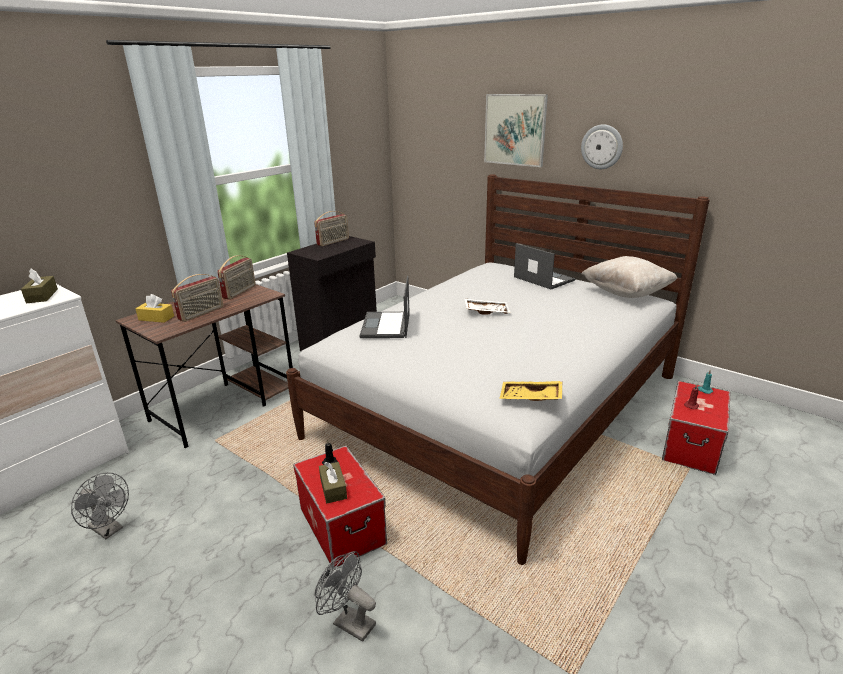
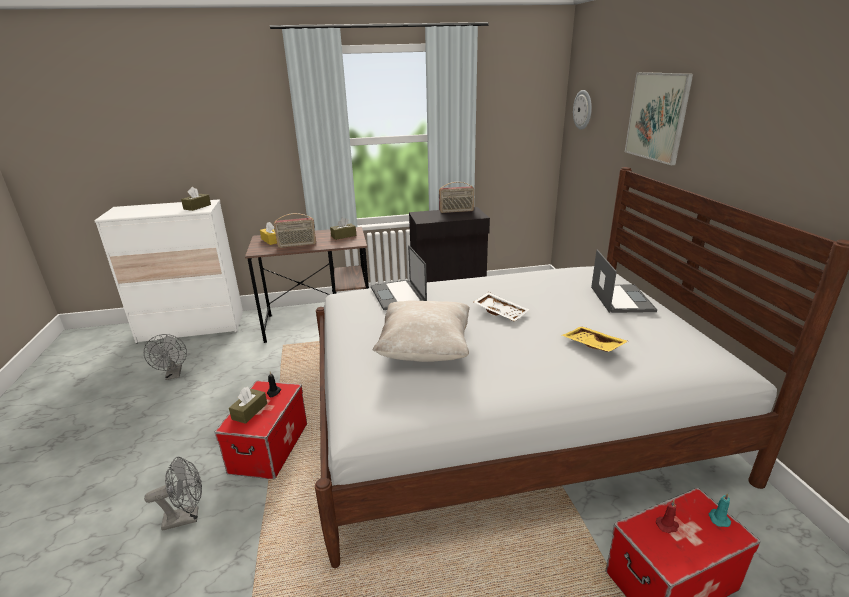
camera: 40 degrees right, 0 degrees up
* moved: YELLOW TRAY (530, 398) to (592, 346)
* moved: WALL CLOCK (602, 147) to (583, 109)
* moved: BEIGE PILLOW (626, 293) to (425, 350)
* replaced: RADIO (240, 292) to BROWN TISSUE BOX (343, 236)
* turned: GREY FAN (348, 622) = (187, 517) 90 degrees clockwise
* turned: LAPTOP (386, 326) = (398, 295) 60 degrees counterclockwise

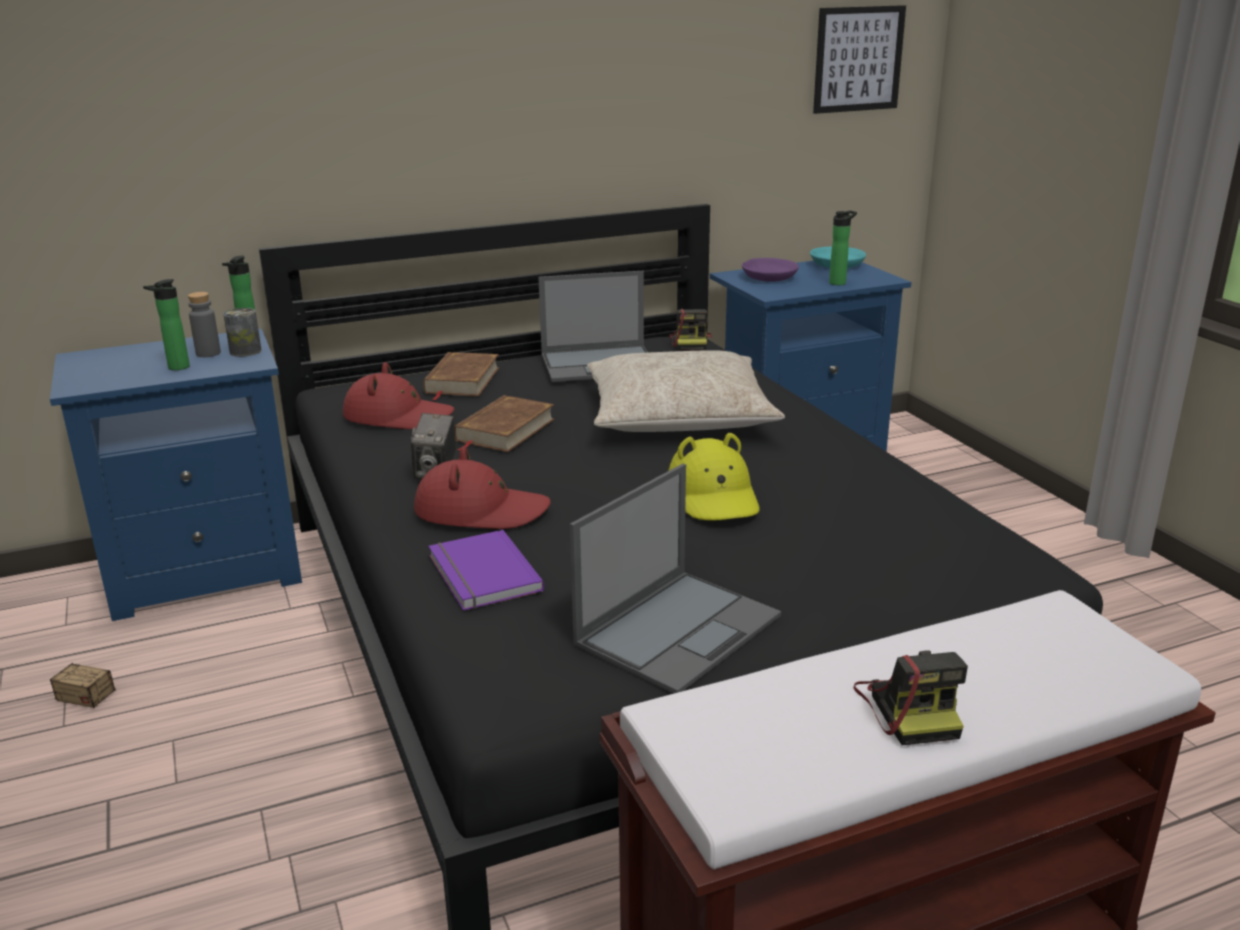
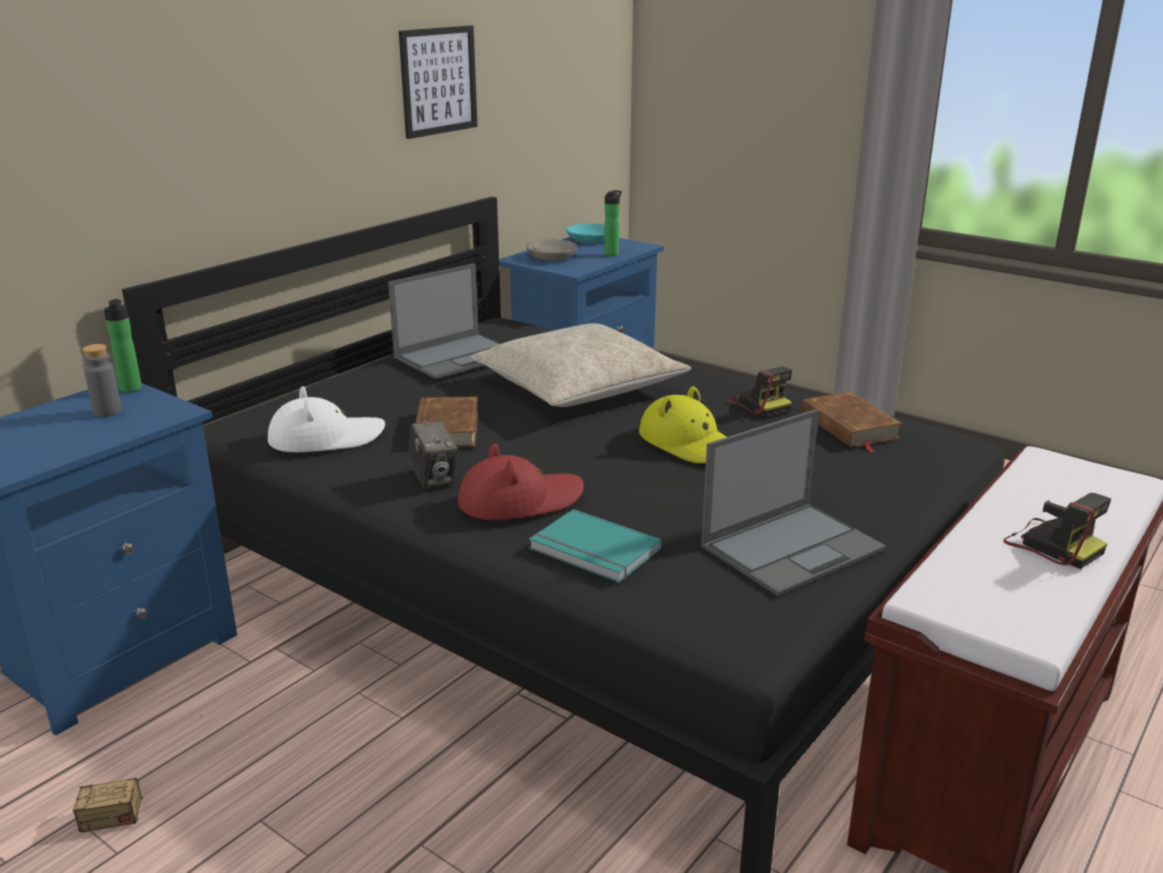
camera: 30 degrees left, 0 degrees up
* removed: BOTTLE (175, 368)
* removed: CAN (245, 351)
* moved: BROWN BOOK (462, 380) to (849, 426)
* moved: PHOTO CAMERA (691, 342) to (760, 404)
* moved: PICTURE (858, 59) to (438, 81)
* recoloured: RED HAT (398, 416) to WHITE HAT (325, 438)
* recoloured: PURPLE BOOK (481, 575) to TURQUOISE BOOK (593, 551)
* recoloured: PURPLE BOWL (768, 278) to GREY BOWL (551, 257)
* turned: LAPTOP (679, 629) = (793, 547) 45 degrees clockwise

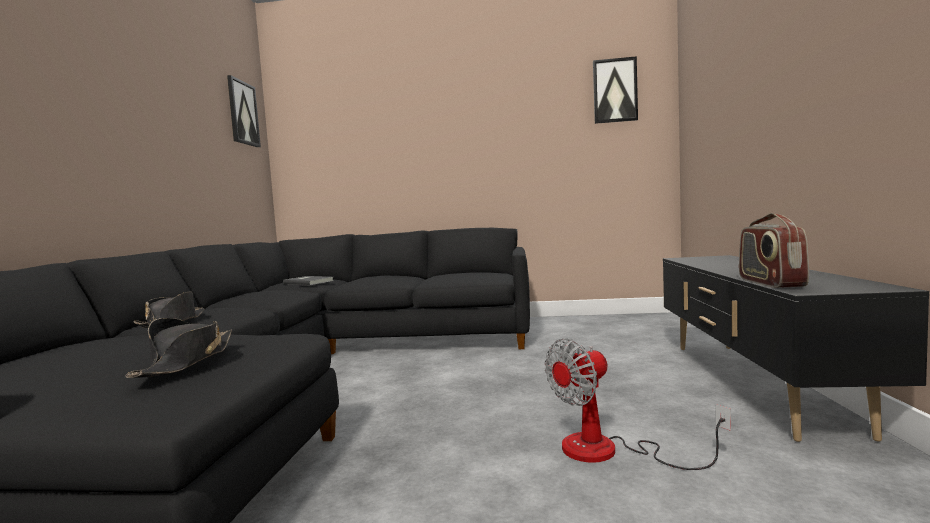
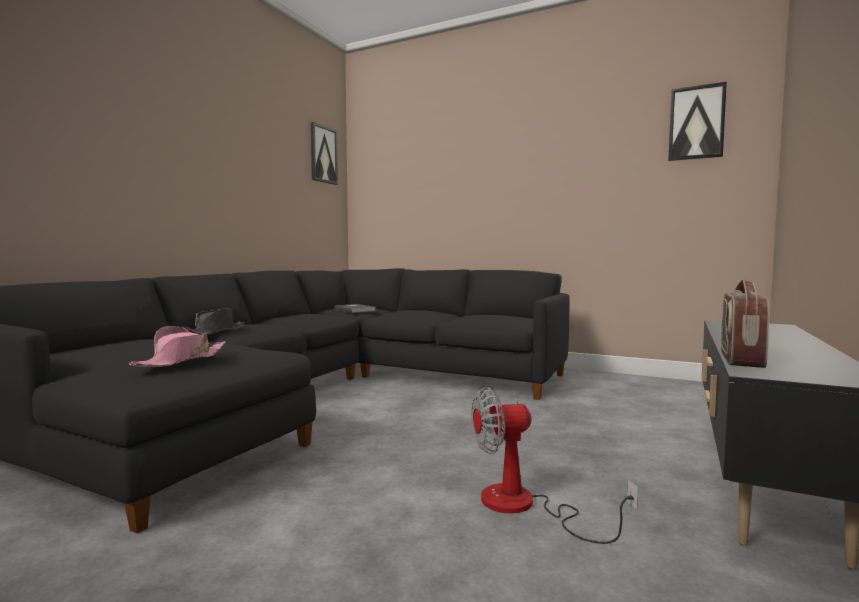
camera: 20 degrees right, 0 degrees up
* recoloured: BLACK HAT (187, 361) to PINK HAT (181, 360)

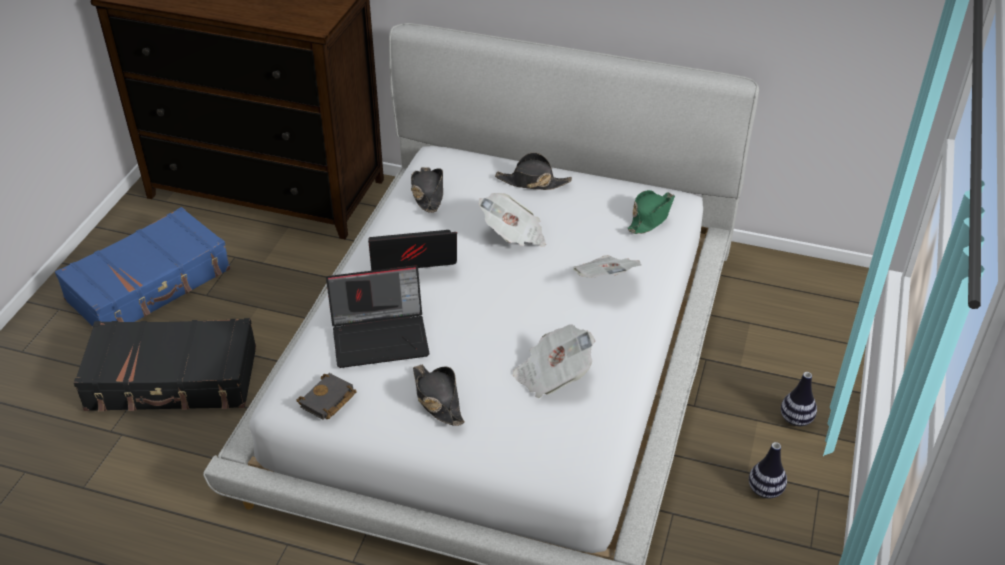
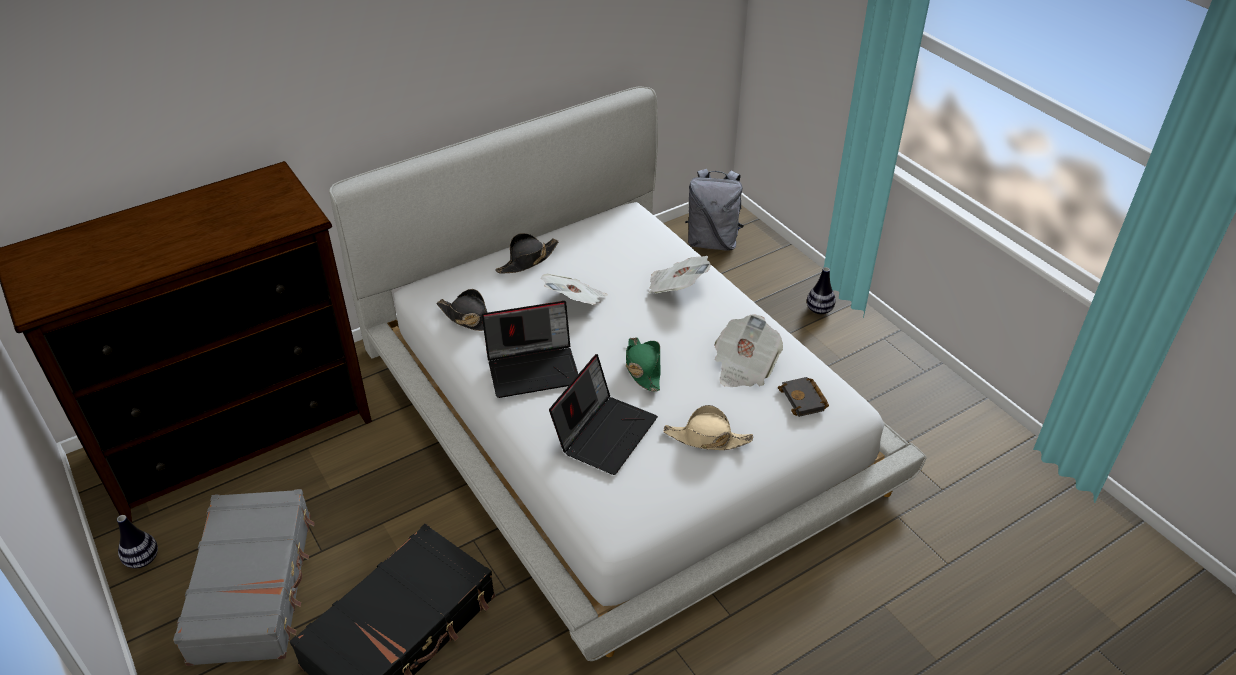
camera: 50 degrees left, 0 degrees up
* added: GREY BACKPACK (712, 242)
* moved: BLACK BOOK (327, 401) to (804, 400)
* moved: GREEN HAT (651, 217) to (643, 368)
* moved: VASE (765, 490) to (143, 559)
* recoloured: BLUE SUITCASE (150, 285) to GREY SUITCASE (254, 586)
* recoloured: BLACK HAT (437, 399) to BEIGE HAT (707, 438)
* turned: LAPTOP (411, 258) = (534, 368) 135 degrees counterclockwise

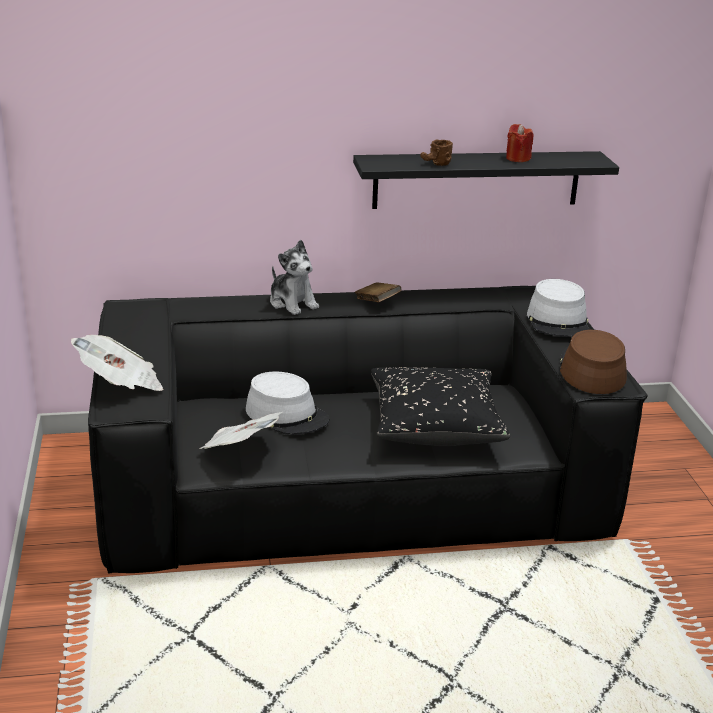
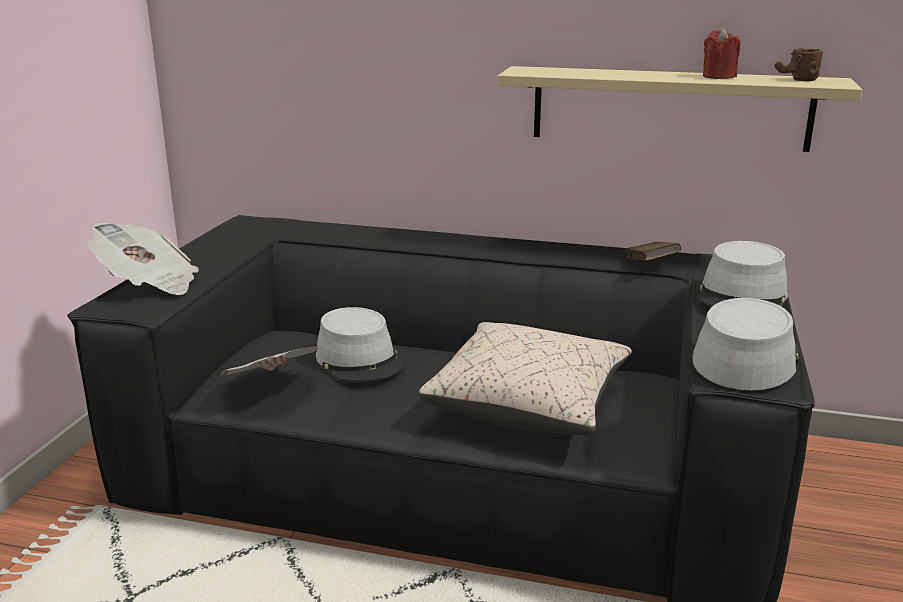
camera: 25 degrees right, 5 degrees down
* removed: PLUSH TOY (292, 303)
* moved: BROWN BOOK (377, 302) to (650, 264)
* moved: BROWN MUG (436, 164) to (796, 80)
* recoloured: BLACK SHELF (476, 179) to BEIGE SHELF (669, 108)
* recoloured: BLACK PILLOW (435, 424) to BEIGE PILLOW (528, 403)
* recoloured: BROWN HAT (591, 370) to GREY HAT (745, 357)

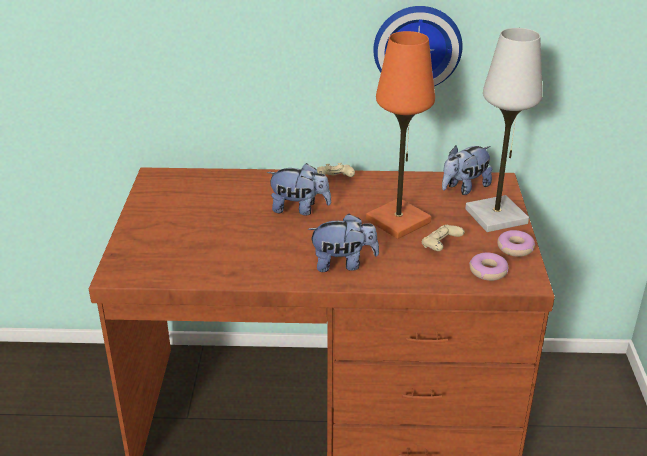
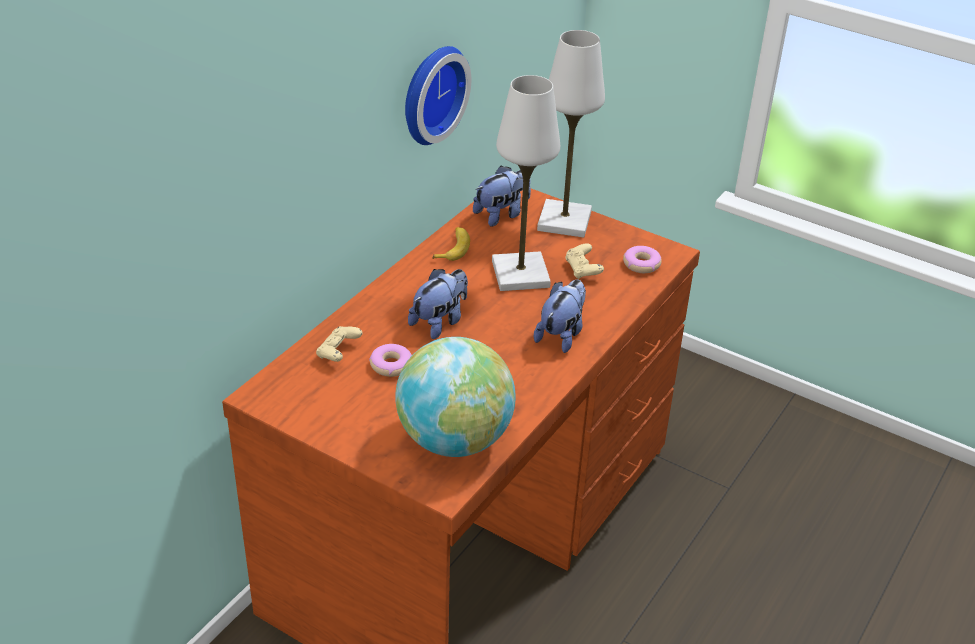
camera: 60 degrees left, 5 degrees up
* added: GLOBE (454, 440)
* added: BANANA (453, 248)
* moved: BEIGE GAME CONTROLLER (334, 180) to (338, 353)
* moved: DONUT (515, 248) to (391, 365)
* recoloured: ORANGE TABLE LAMP (398, 221) to WHITE TABLE LAMP (520, 274)
* turned: PLUSH TOY (464, 188) = (501, 214) 120 degrees counterclockwise

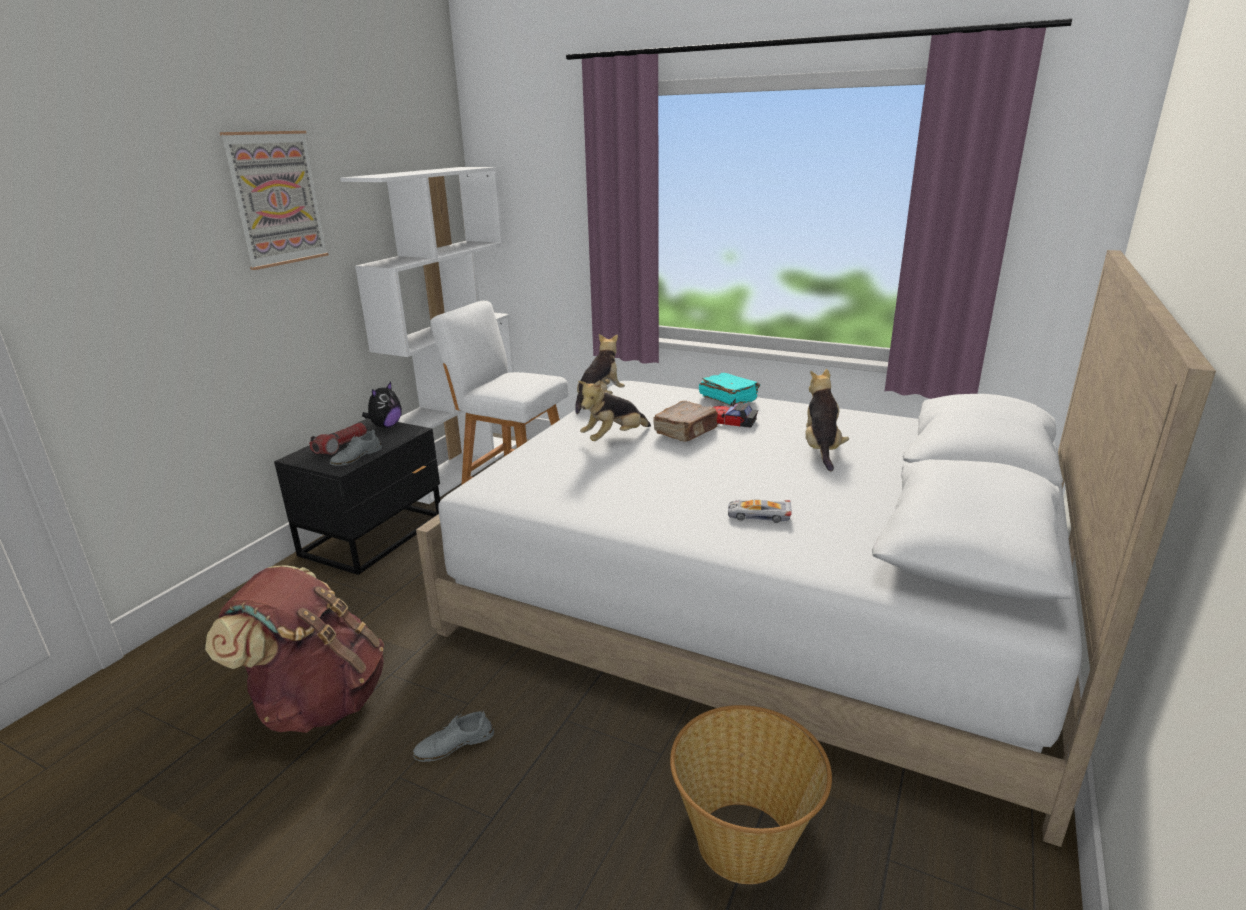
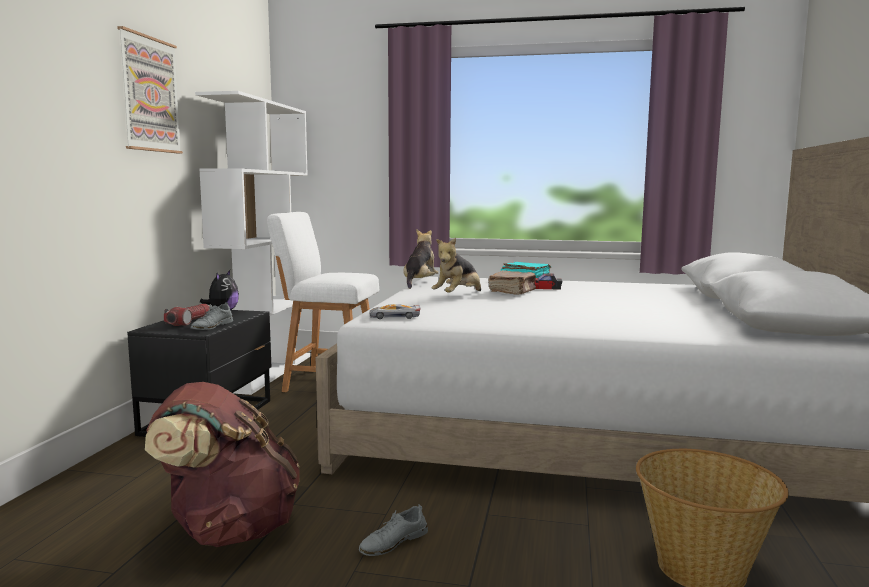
camera: 15 degrees left, 15 degrees down
* removed: PLUSH TOY (821, 449)
* moved: TOY CAR (758, 515) to (394, 316)

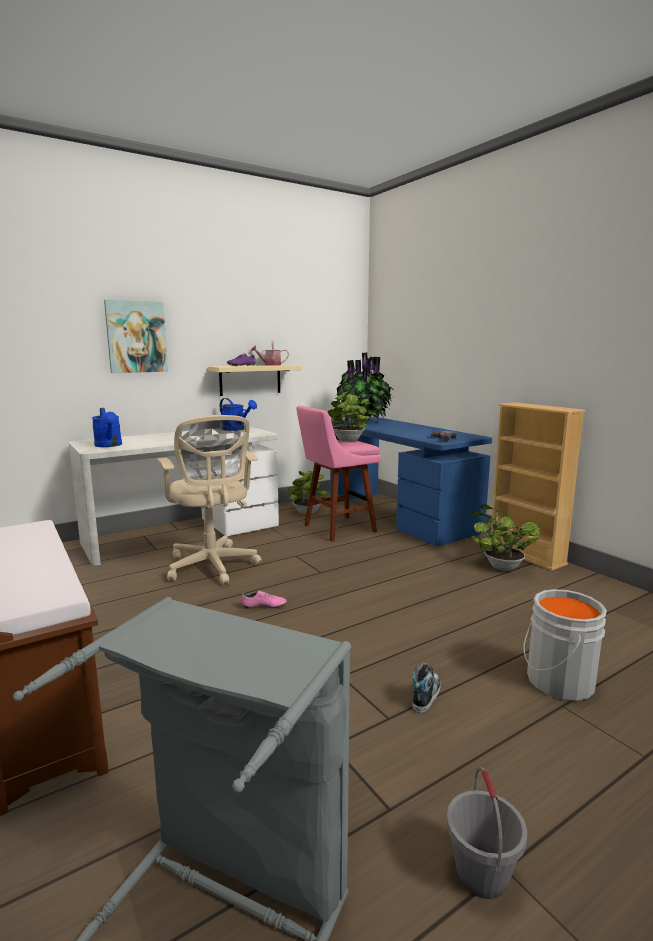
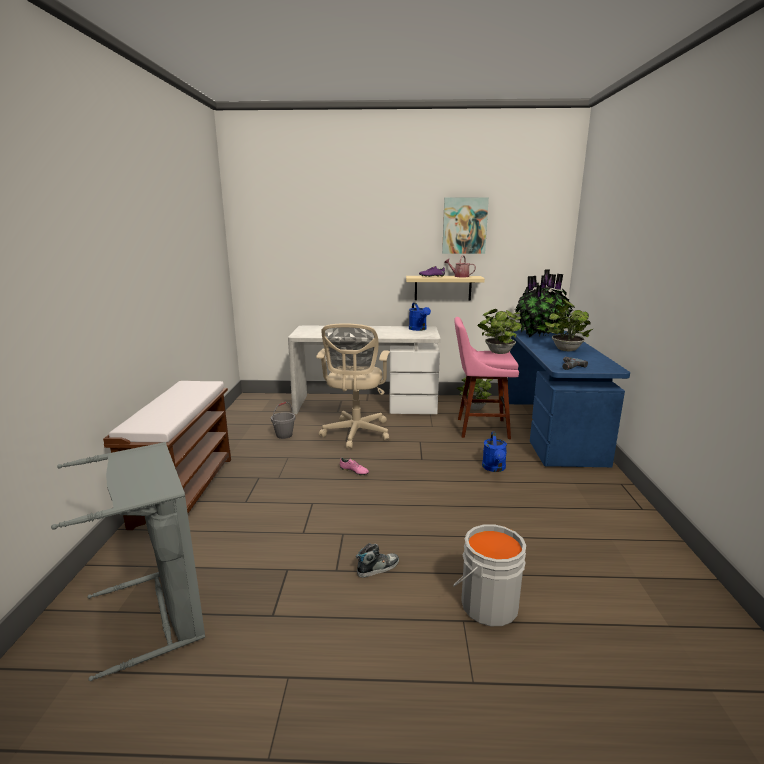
camera: 35 degrees right, 5 degrees up
* removed: BEIGE BOOKCASE (526, 555)
* moved: BLUE WATERING CAN (109, 445) to (494, 468)
* moved: PICTURE (136, 337) to (464, 226)
* moved: GREY BUCKET (482, 874) to (284, 435)
* moved: POTTED PLANT (500, 566) to (565, 349)

